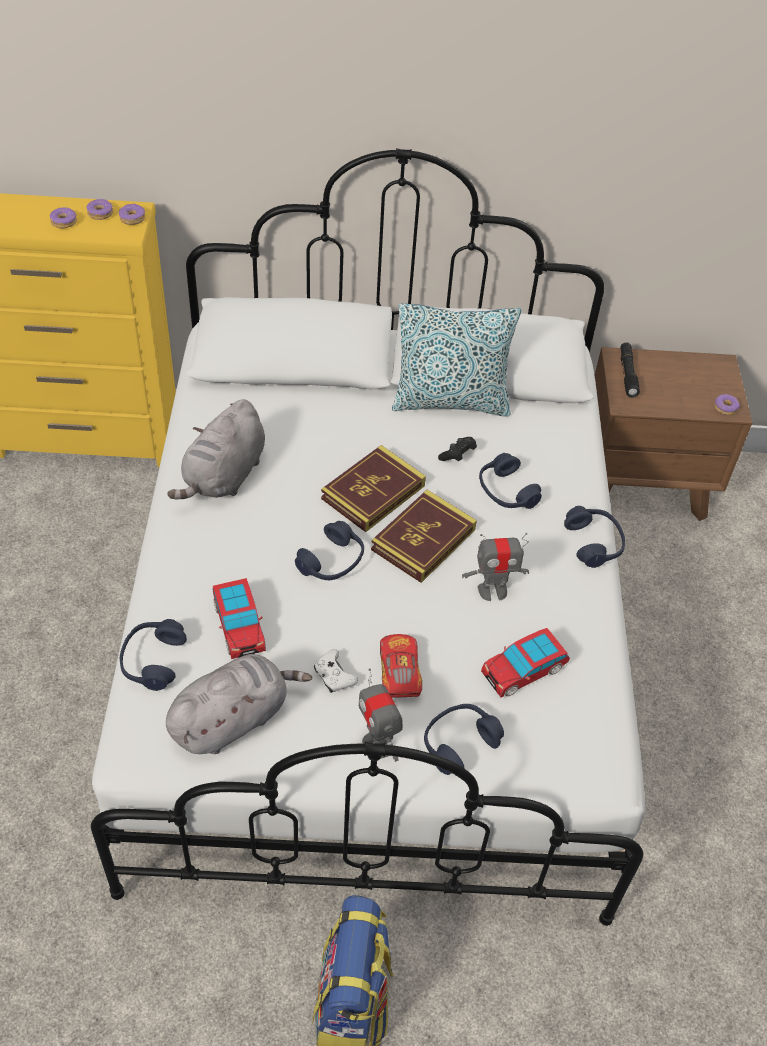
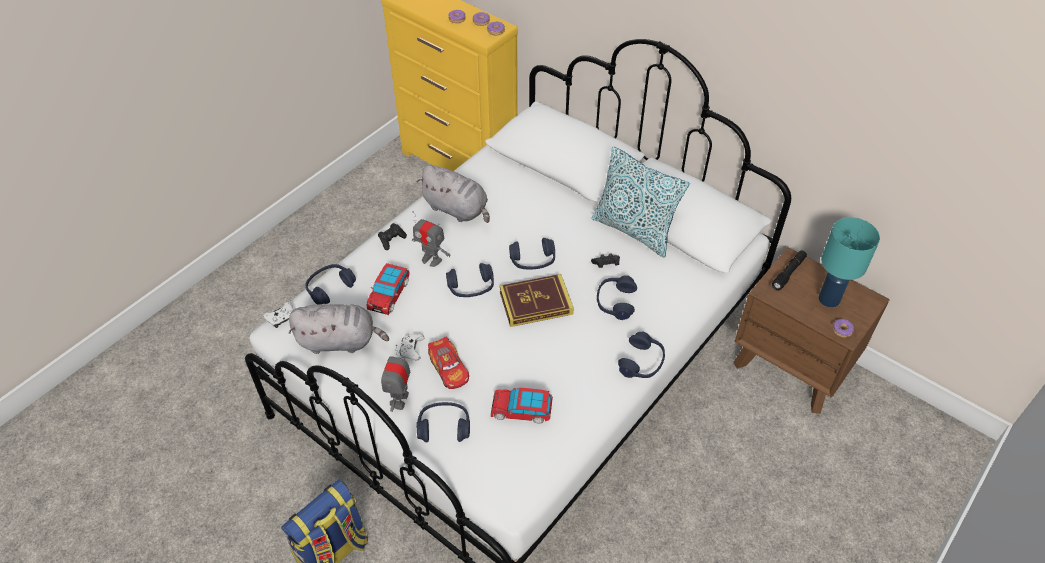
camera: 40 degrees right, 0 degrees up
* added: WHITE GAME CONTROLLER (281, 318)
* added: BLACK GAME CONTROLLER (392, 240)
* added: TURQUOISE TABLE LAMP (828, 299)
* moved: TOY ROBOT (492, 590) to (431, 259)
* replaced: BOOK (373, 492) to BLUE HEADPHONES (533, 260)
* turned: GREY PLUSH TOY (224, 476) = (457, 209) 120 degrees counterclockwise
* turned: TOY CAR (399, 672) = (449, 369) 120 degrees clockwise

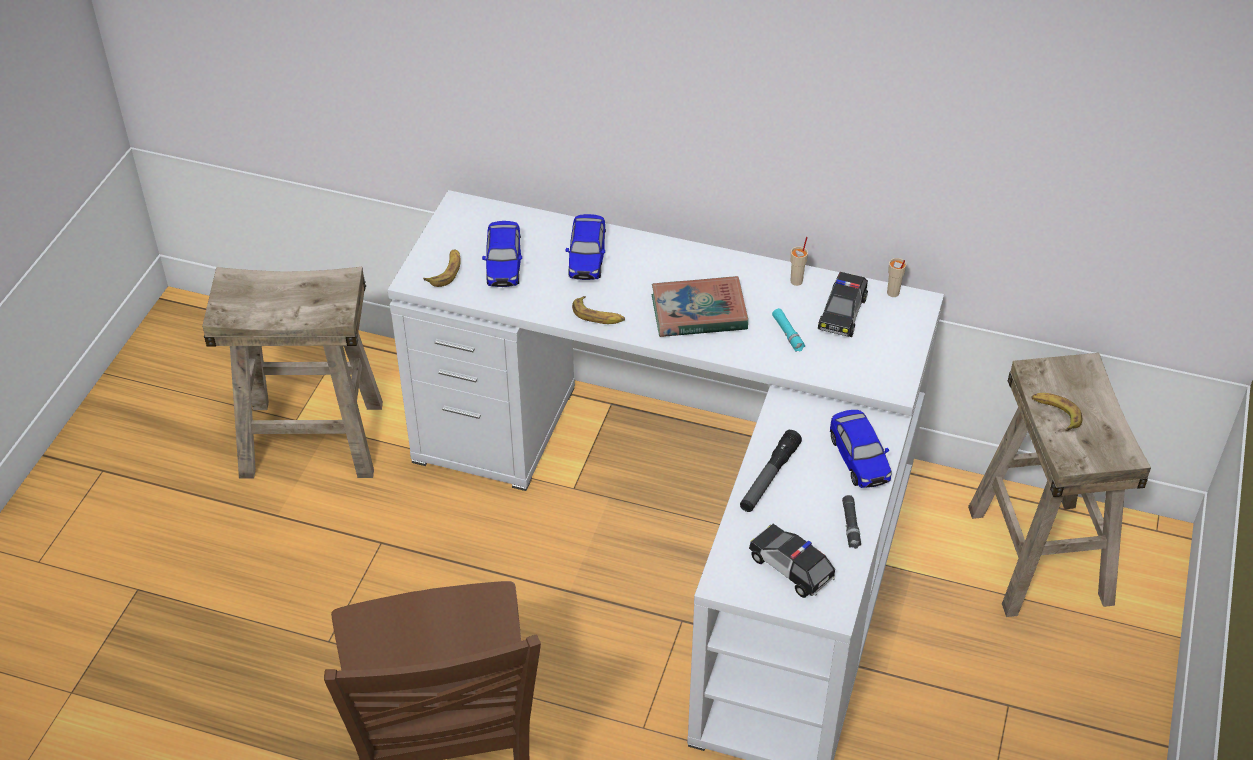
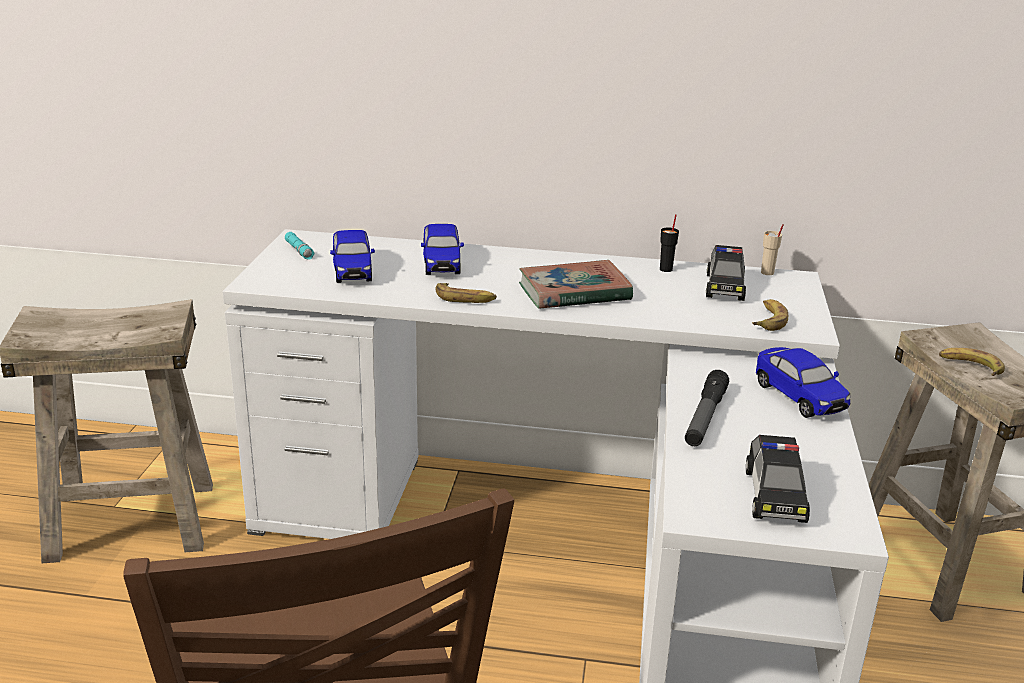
camera: 10 degrees left, 20 degrees down
* removed: BLACK FLASHLIGHT (850, 525)
* moved: BANANA (446, 271) to (768, 319)
* moved: TURQUOISE FLASHLIGHT (788, 334) to (299, 250)
* recoloured: BEIGE CUP (797, 281) to BLACK CUP (666, 269)
* turned: TOY CAR (791, 568) = (774, 495) 120 degrees counterclockwise

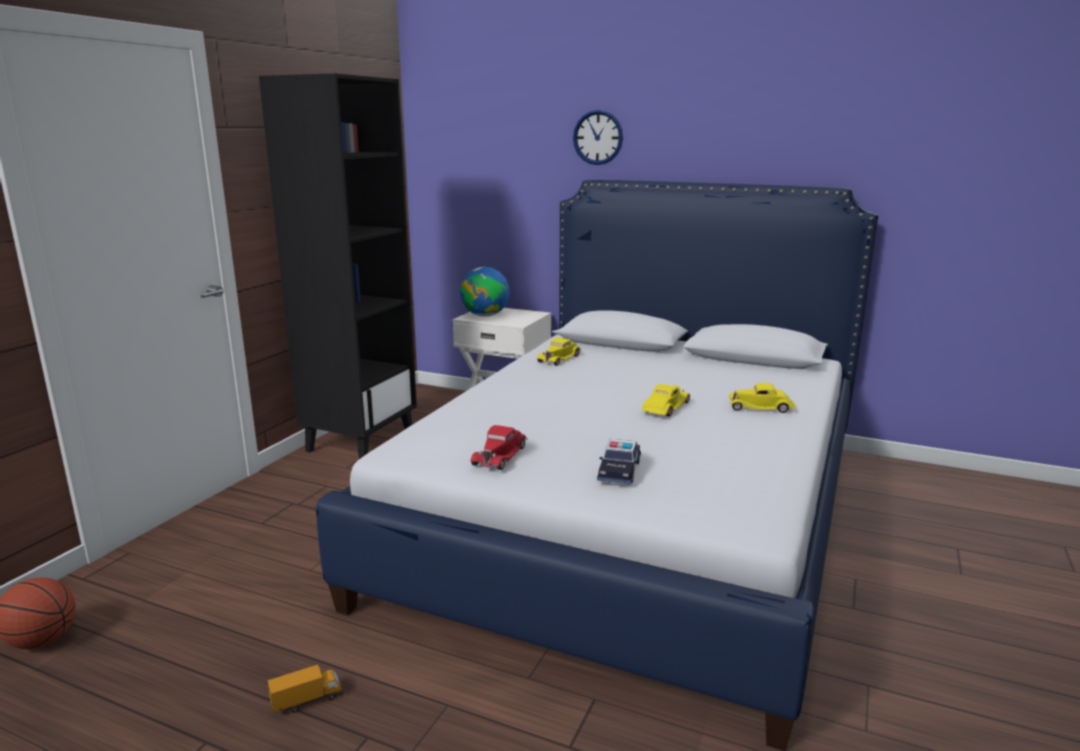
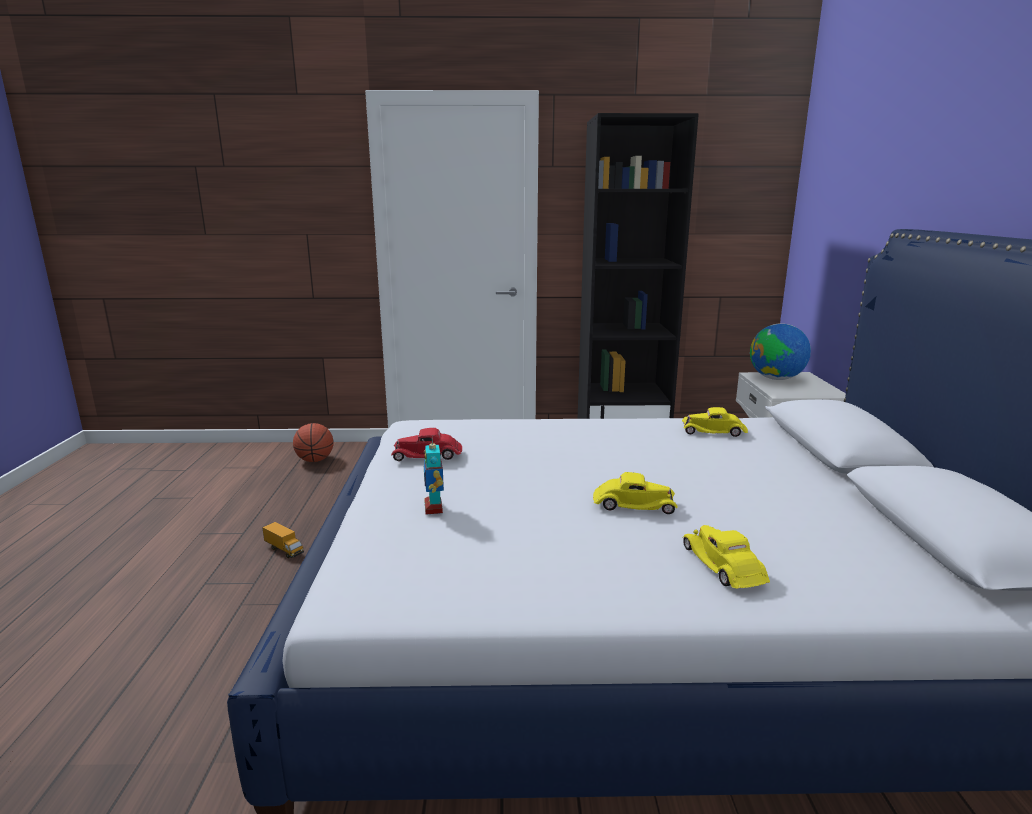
camera: 65 degrees right, 0 degrees up
* removed: WALL CLOCK (598, 137)
* replaced: TOY CAR (619, 471) to TOY ROBOT (434, 508)

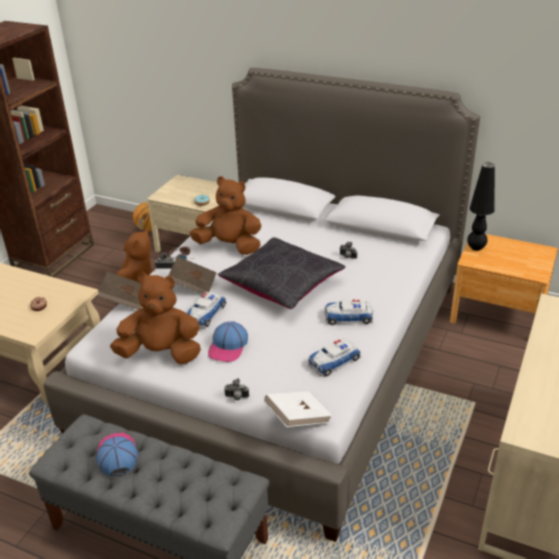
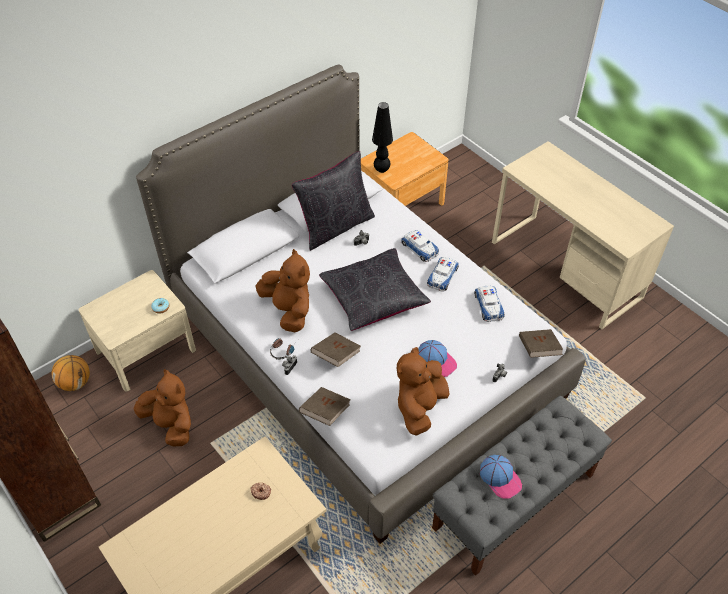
camera: 65 degrees left, 15 degrees up
* added: BLACK PILLOW (335, 226)
* moved: TOY CAR (206, 313) to (420, 248)
* recoloured: WHITE BOOK (297, 418) to BROWN BOOK (538, 350)
* turned: CAP (117, 455) = (500, 478) 135 degrees counterclockwise
* turned: BROWN PLUSH TOY (230, 246) = (288, 310) 105 degrees clockwise

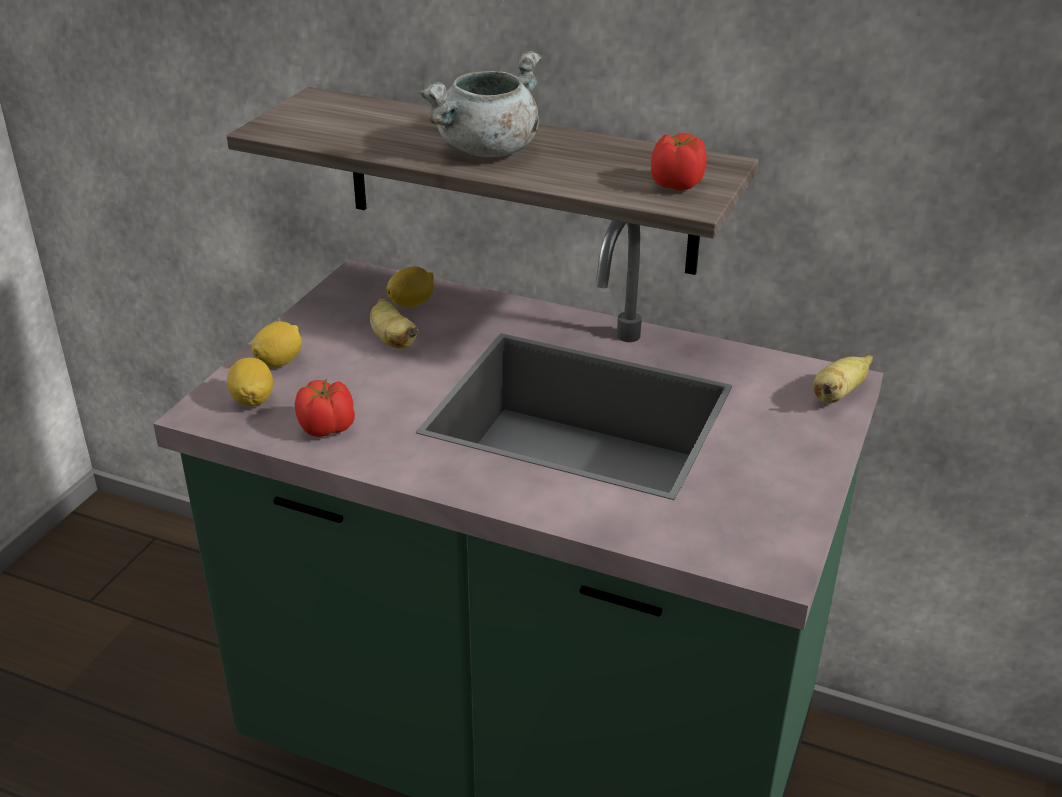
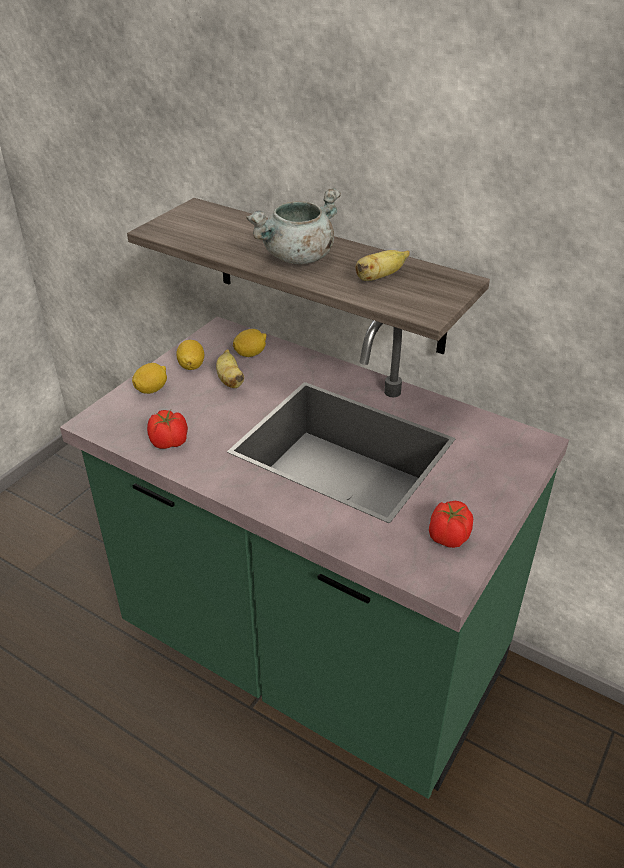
camera: 10 degrees right, 5 degrees up
* moved: LEMON (253, 400) to (191, 366)
* moved: TOMATO (675, 185) to (448, 537)
* moved: BANANA (838, 395) to (379, 277)

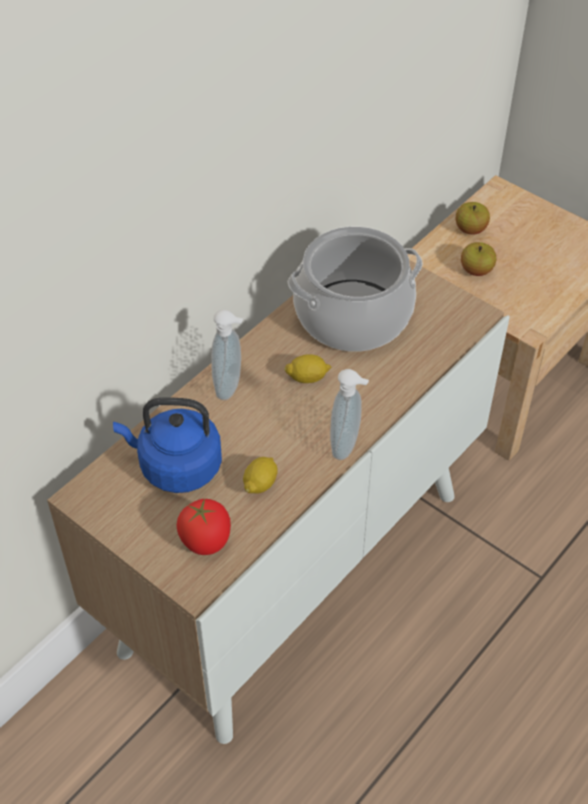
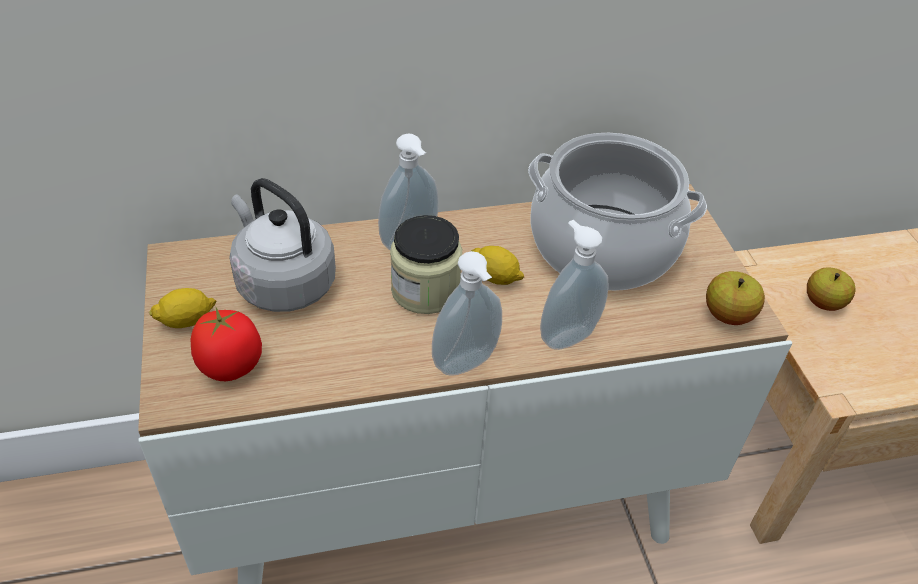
camera: 35 degrees right, 5 degrees down
* added: JAR (425, 290)
* added: SOAP DISPENSER (566, 335)
* moved: LEMON (260, 483) to (187, 321)
* moved: APPLE (470, 229) to (728, 315)
* recoloured: BLUE KETTLE (176, 467) to GREY KETTLE (283, 283)

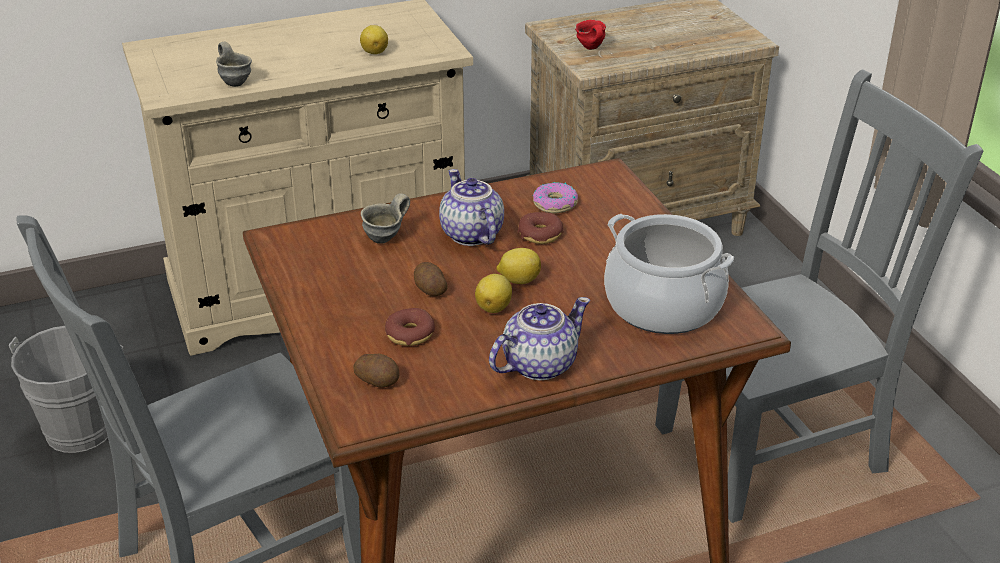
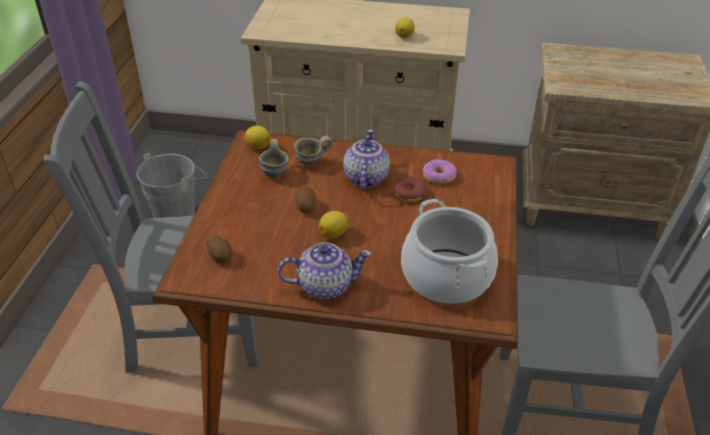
camera: 30 degrees right, 5 degrees up
* removed: DONUT (410, 334)
* removed: RED MUG (589, 49)
* moved: GREY MUG (236, 81) to (276, 172)
* moved: LEMON (518, 280) to (258, 146)

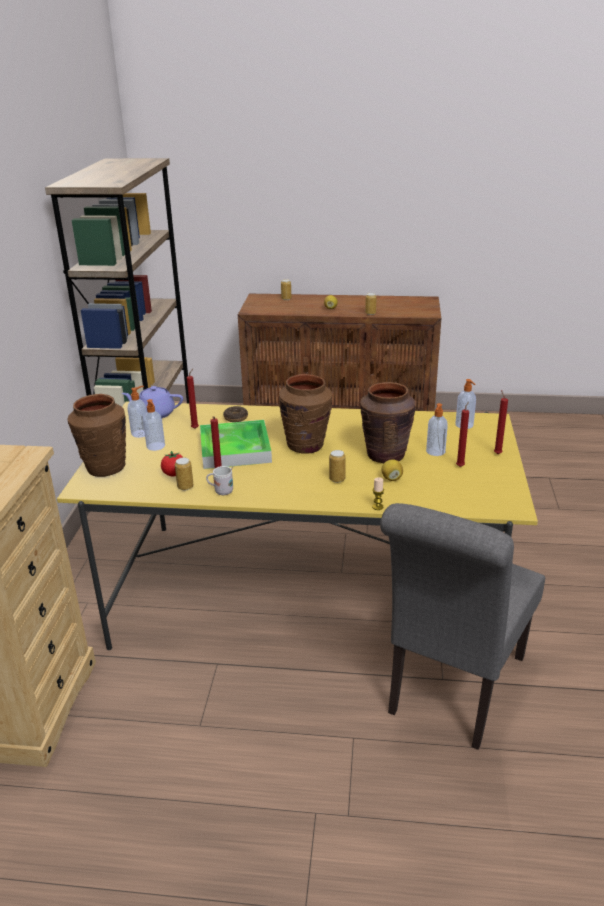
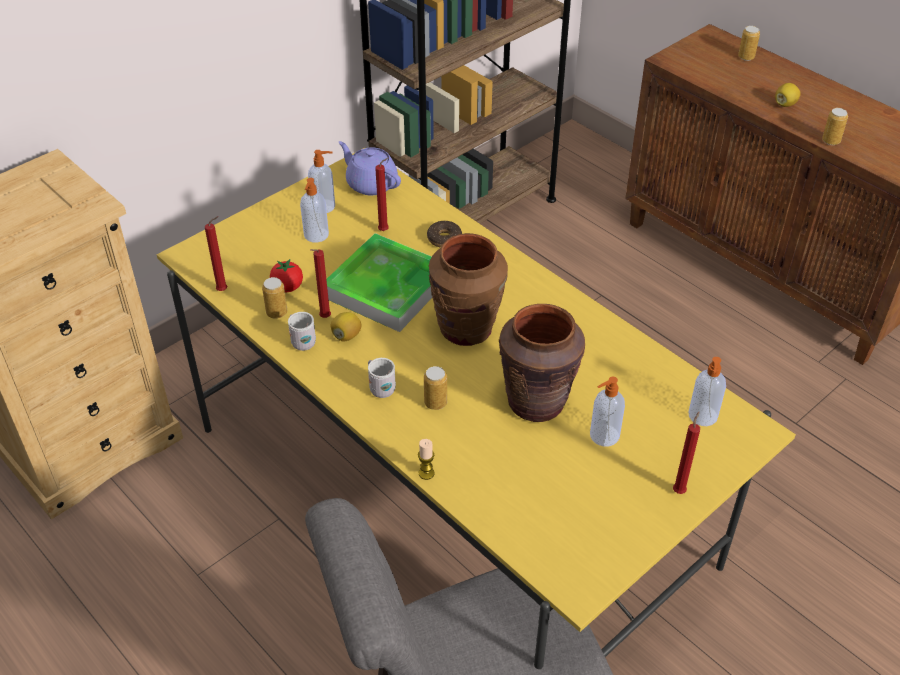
camera: 40 degrees right, 15 degrees up
* removed: BROWN VASE (105, 468)
* added: WHITE MUG (380, 388)
* moved: LEMON (391, 478) to (346, 336)
* moved: RED CANDLE (460, 466) to (224, 290)

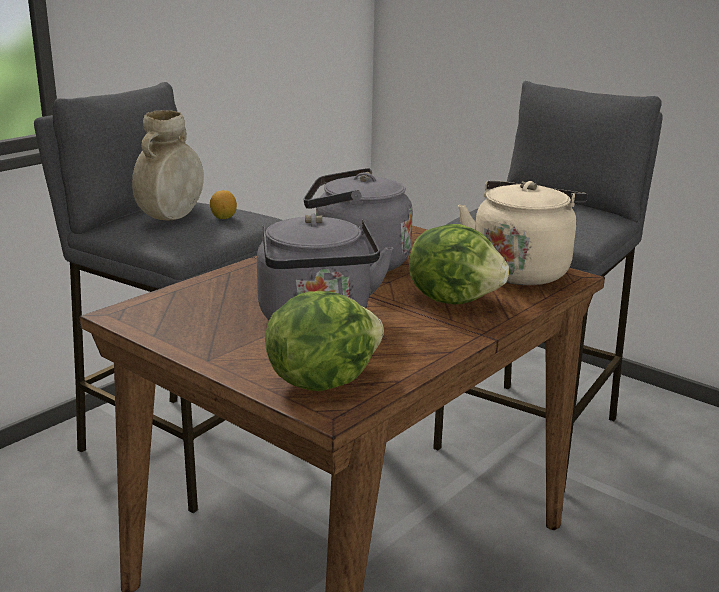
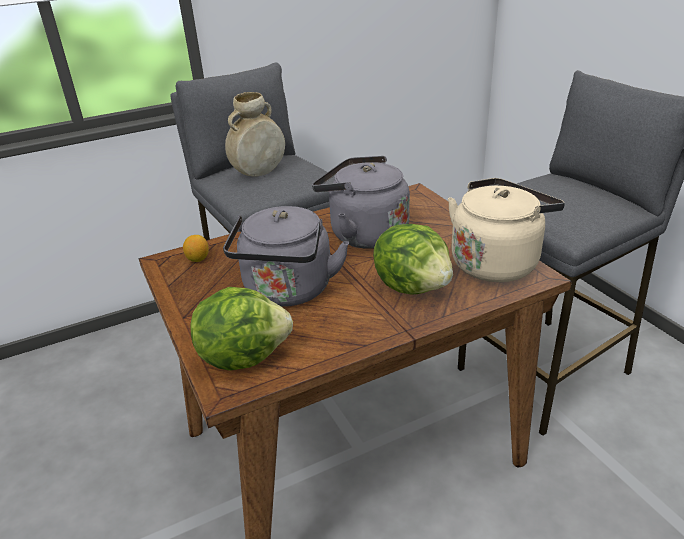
camera: 25 degrees right, 10 degrees up
* moved: LEMON (223, 217) to (198, 259)

